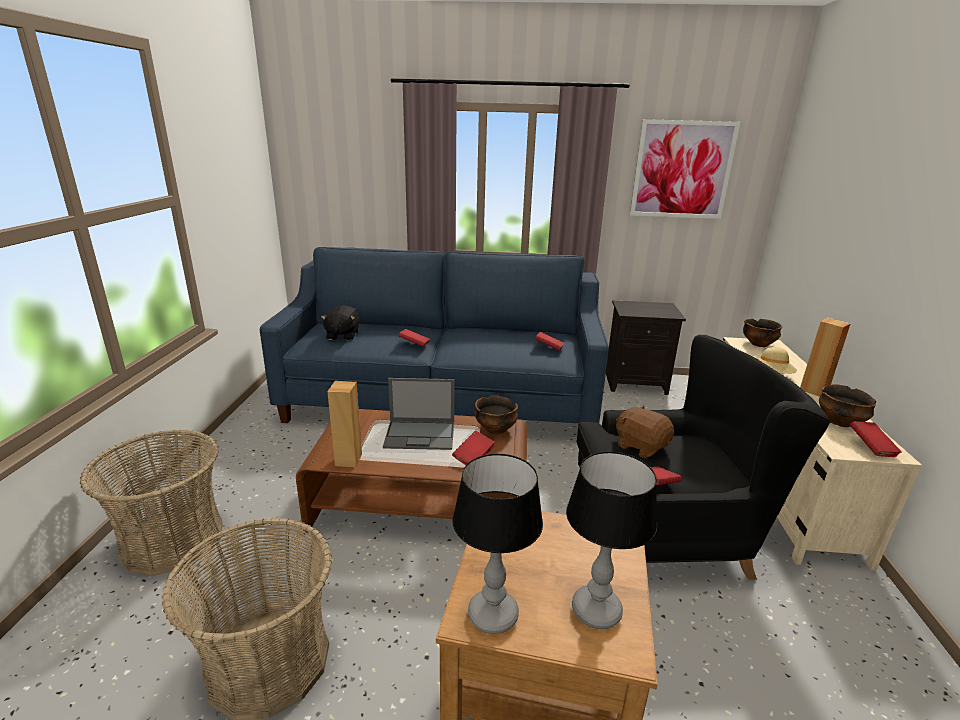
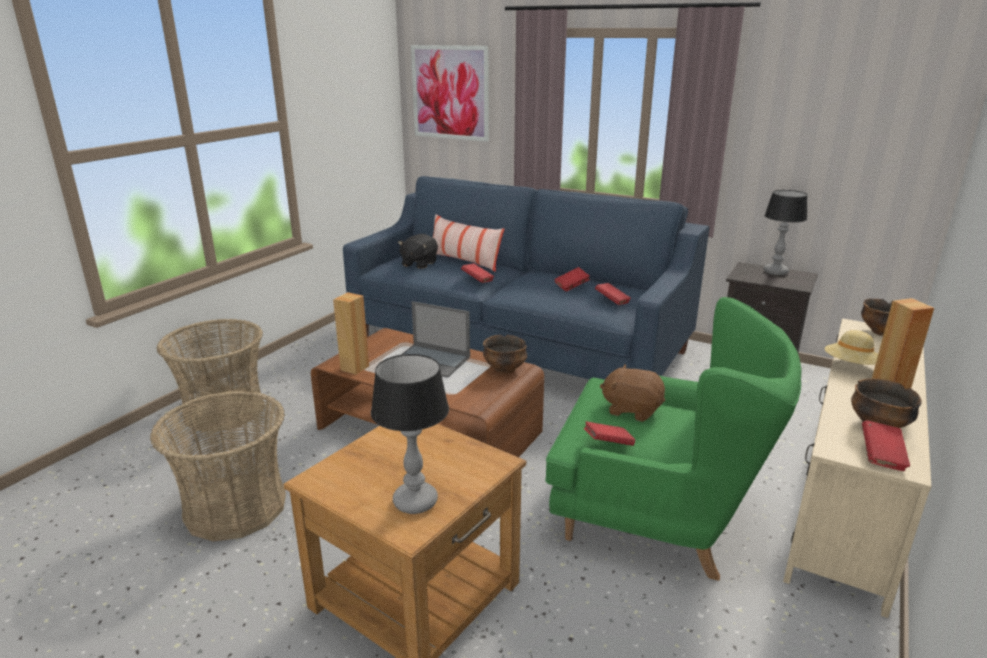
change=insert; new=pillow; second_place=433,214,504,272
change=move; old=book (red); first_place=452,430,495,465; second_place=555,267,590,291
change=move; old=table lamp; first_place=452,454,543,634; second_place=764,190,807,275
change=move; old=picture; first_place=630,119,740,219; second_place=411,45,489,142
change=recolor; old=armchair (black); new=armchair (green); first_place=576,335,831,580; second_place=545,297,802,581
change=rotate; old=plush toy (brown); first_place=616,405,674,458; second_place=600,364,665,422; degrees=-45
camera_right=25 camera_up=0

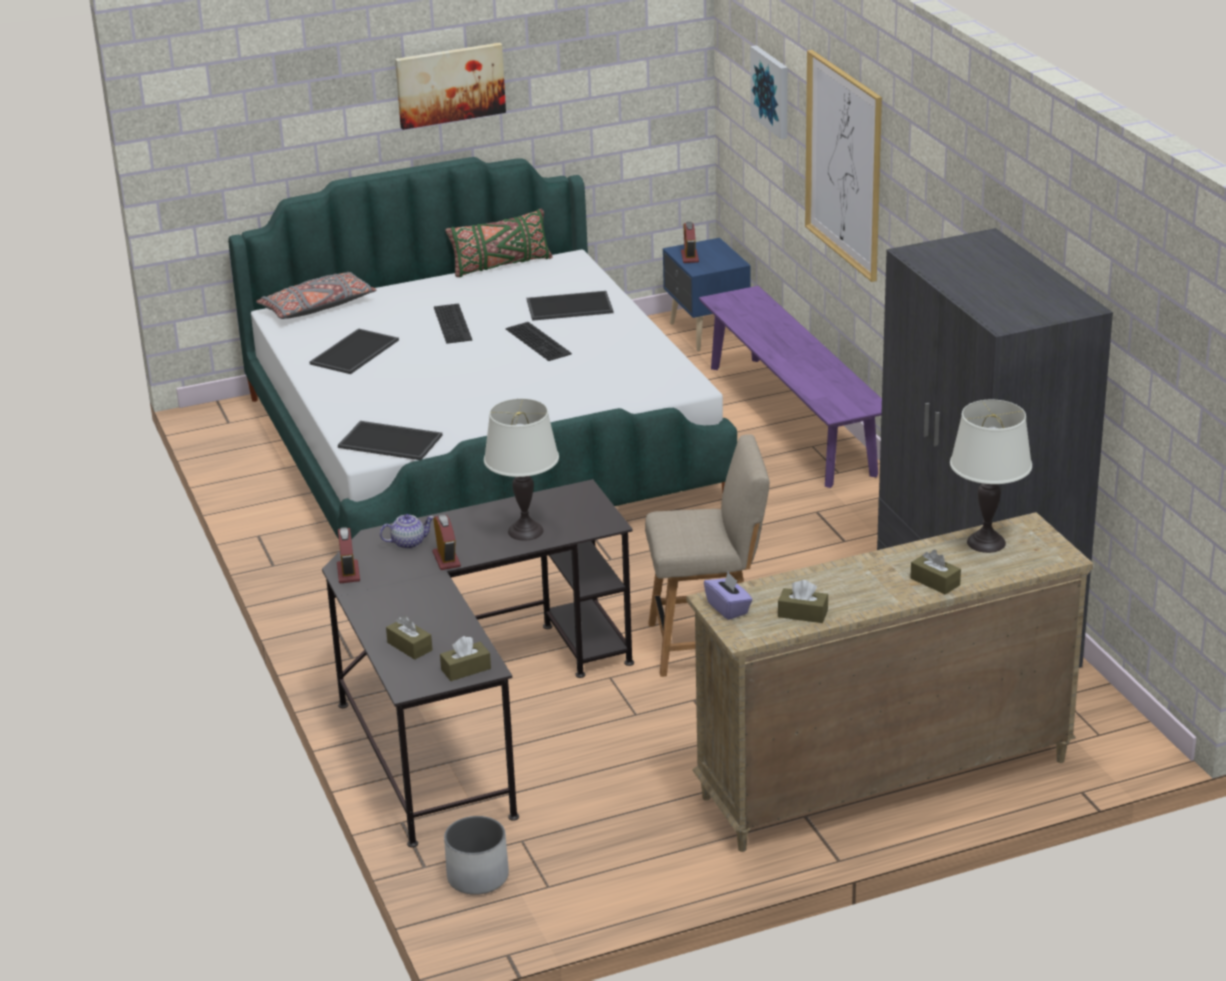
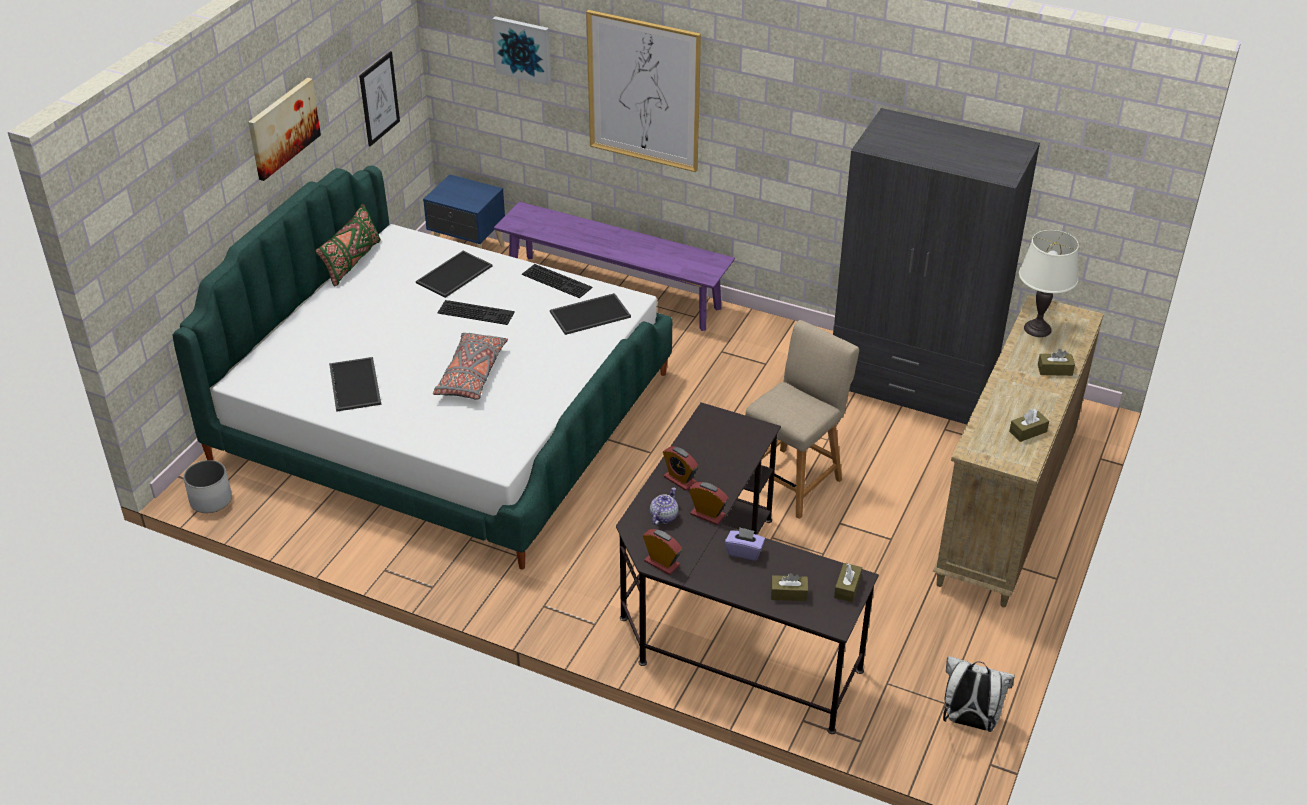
change=delete; old=table lamp (white); first_place=484,398,559,541
change=insert; new=picture; second_place=359,51,400,146
change=insert; new=backpack (white); second_place=943,656,1015,732
change=move; old=pillow (grey); first_place=256,272,376,319; second_place=433,333,508,400
change=move; old=tray; first_place=338,421,443,460; second_place=550,293,631,335
change=move; old=keyboard; first_place=434,304,472,344; second_place=522,264,592,298
change=move; old=planter (white); first_place=444,816,509,895; second_place=183,460,232,513
change=move; old=alarm clock; first_place=681,222,699,263; second_place=663,446,698,491
change=move; old=tissue box (purple); first_place=704,572,752,620; second_place=725,527,765,561
camera_right=-45 camera_up=10

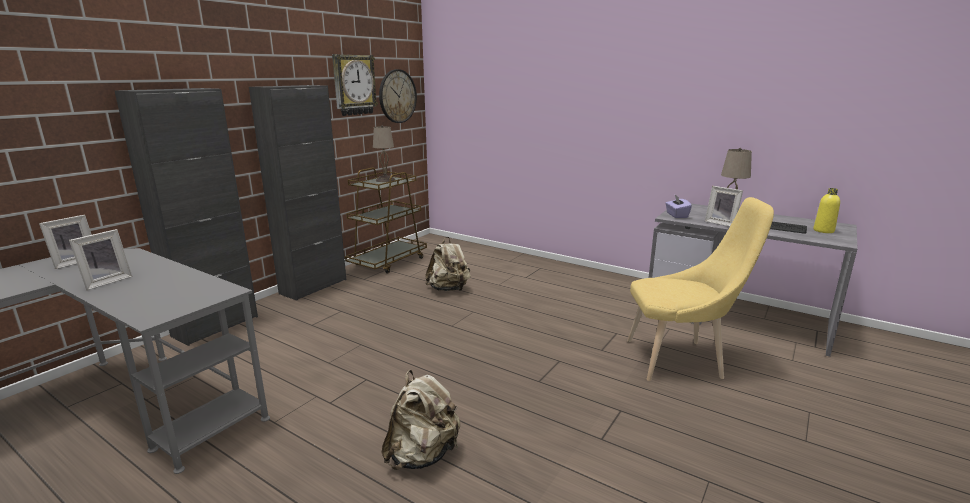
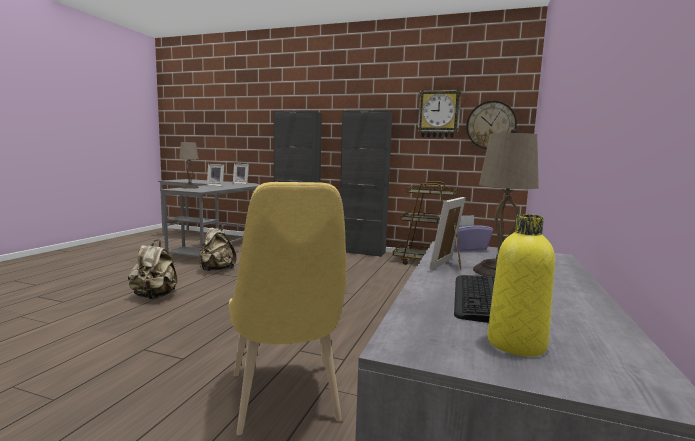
change=move; old=table lamp (beige); first_place=373,125,395,182; second_place=179,140,199,189
change=move; old=backpack (beige); first_place=425,237,471,291; second_place=199,225,236,271
camera_right=75 camera_up=-10

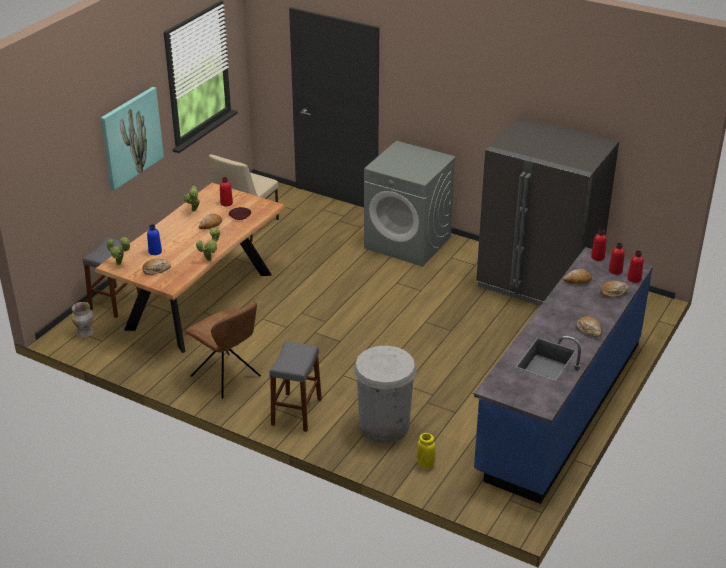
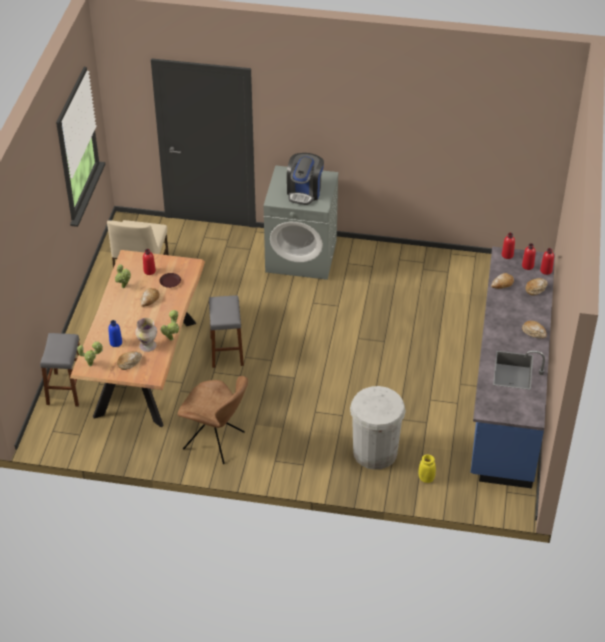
change=delete; old=picture; first_place=101,87,164,190
change=delete; old=fridge (grey); first_place=476,117,619,306
change=insert; new=coffee machine; second_place=287,153,324,205
change=move; old=vase; first_place=71,302,94,338; second_place=135,318,157,352
change=move; old=stool (grey); first_place=269,341,322,432; second_place=209,296,244,368
camera_right=-20 camera_up=10

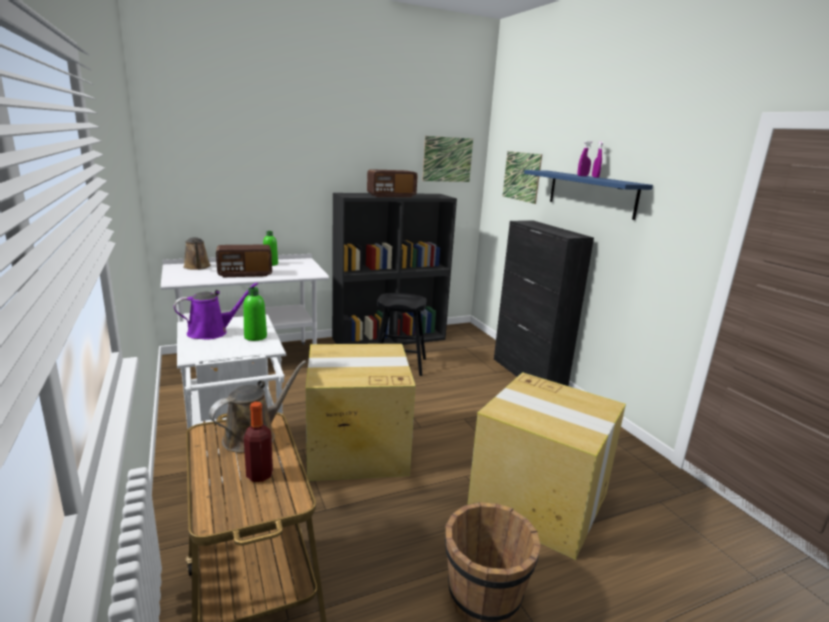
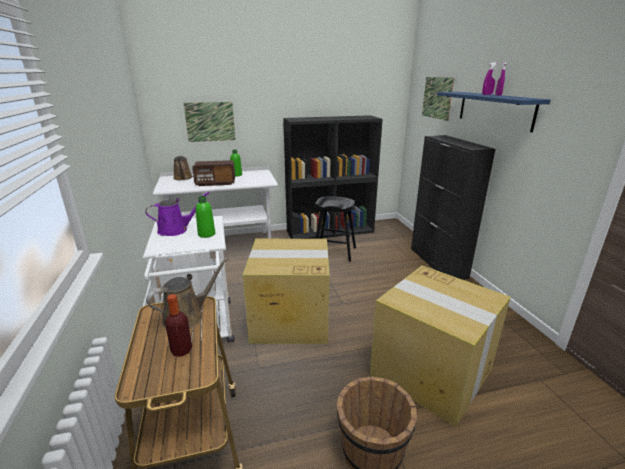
change=delete; old=radio; first_place=367,169,418,197
change=move; old=picture; first_place=422,136,473,182; second_place=183,102,236,142
camera_right=10 camera_up=5

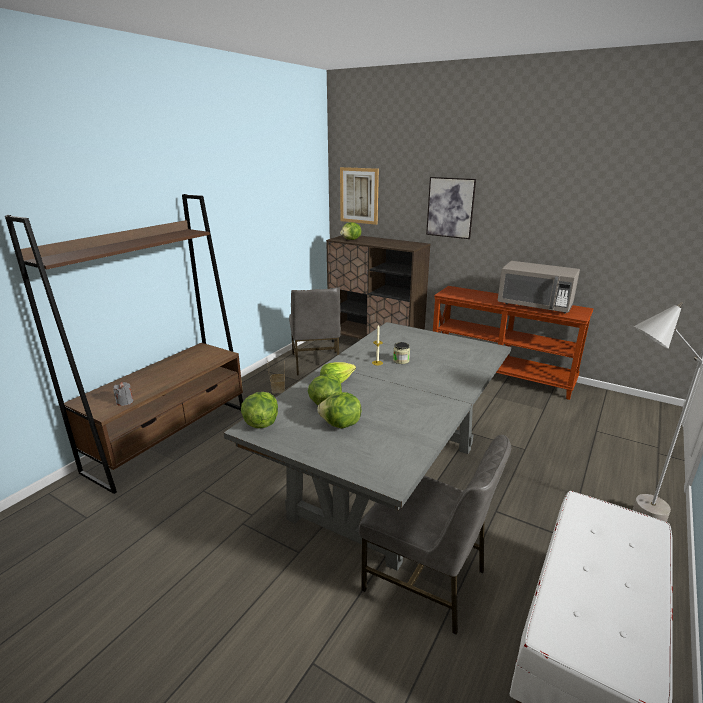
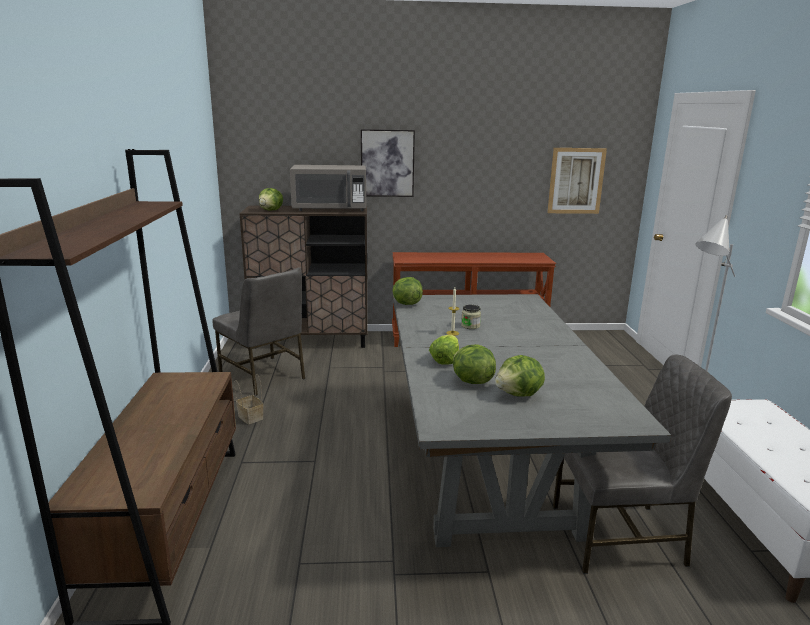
change=delete; old=candle (grey); first_place=113,382,133,406
change=move; old=lettuce; first_place=241,392,278,428; second_place=392,277,423,305
change=move; old=picture; first_place=340,167,379,225; second_place=547,148,607,214
change=move; old=microwave (grey); first_place=498,261,580,314; second_place=290,165,366,211
camera_right=-35 camera_up=-5

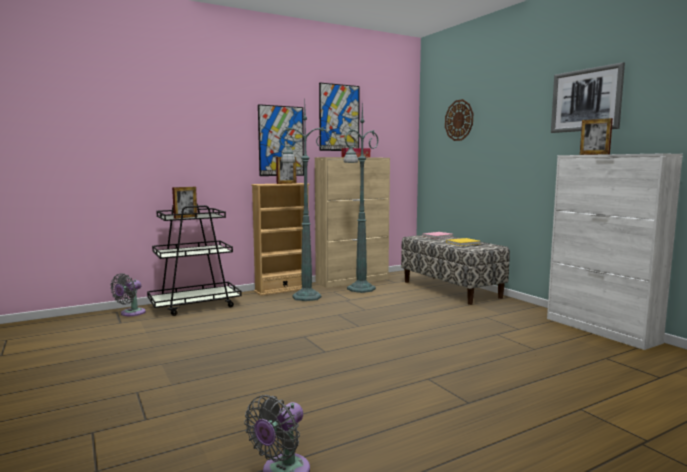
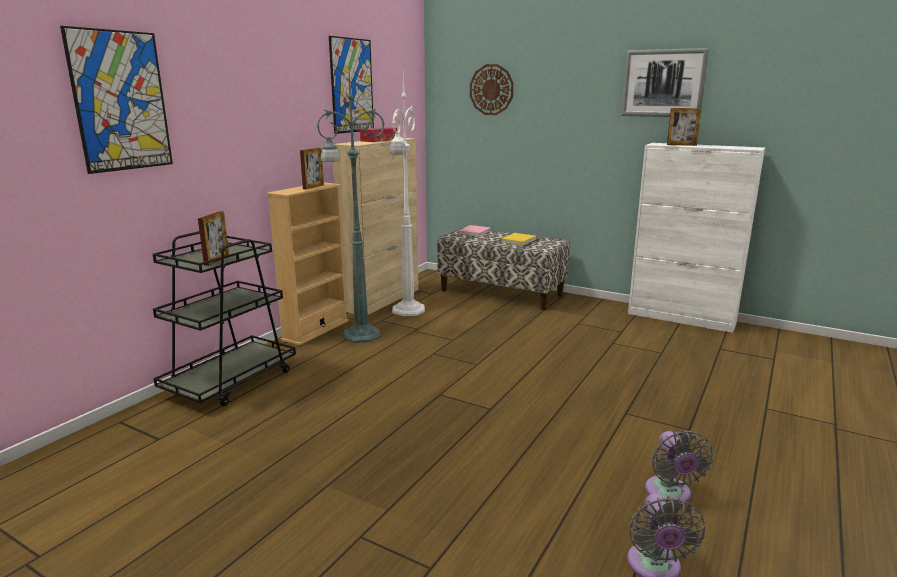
change=move; old=fan (grey); first_place=110,274,146,316; second_place=645,430,713,505
change=move; old=picture; first_place=258,104,304,176; second_place=60,26,173,174
change=recolor; old=floor lamp (green); new=floor lamp (white); first_place=344,101,379,293; second_place=389,73,425,316
camera_right=-30 camera_up=10

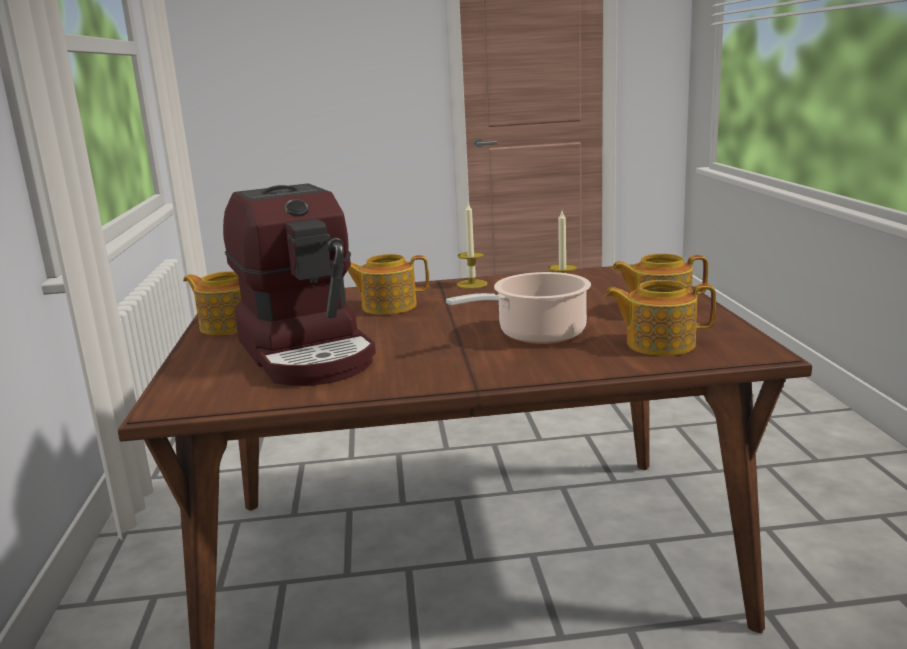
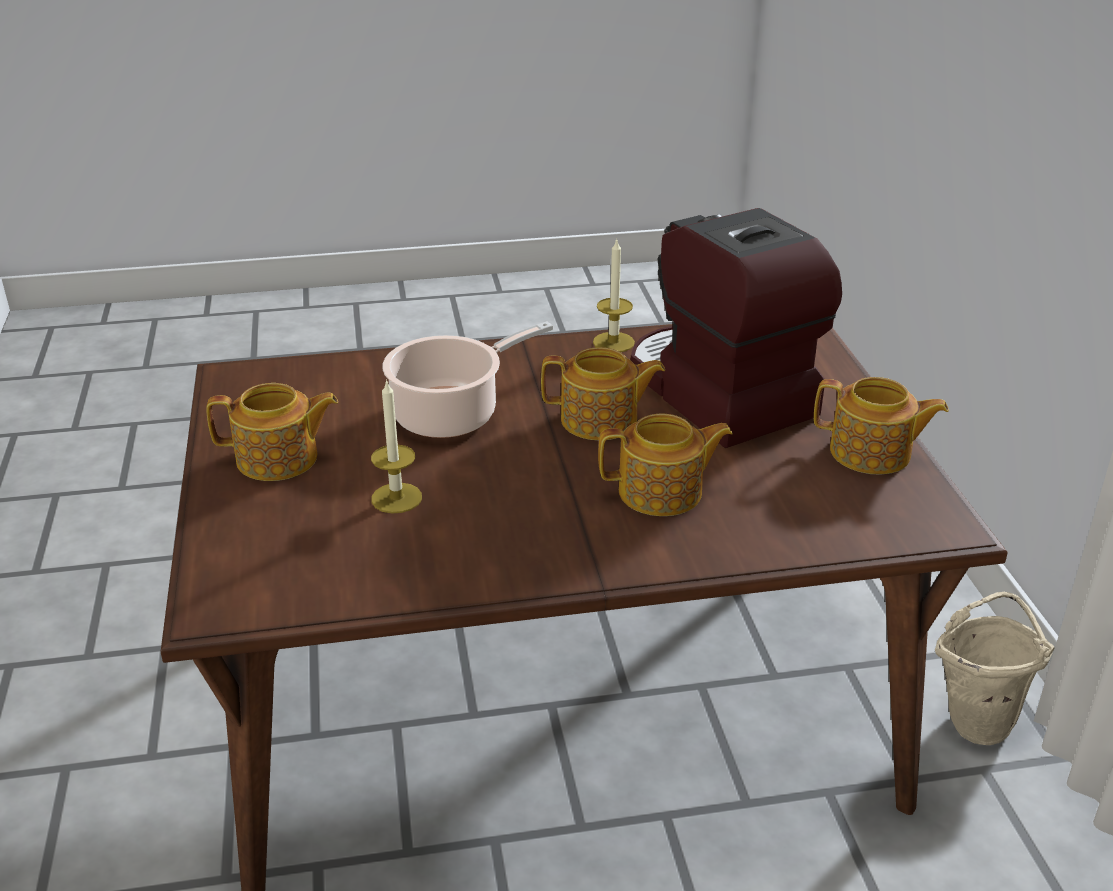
change=insert; new=bucket (beige); second_place=935,592,1055,745
change=move; old=candle; first_place=457,203,488,289; second_place=593,239,635,352
change=move; old=teapot; first_place=605,280,716,356; second_place=541,347,665,440
camera_right=175 camera_up=15

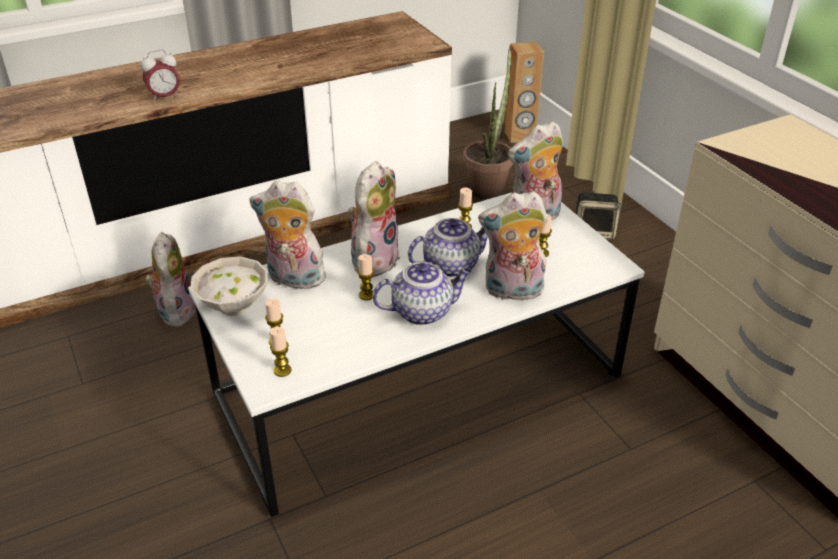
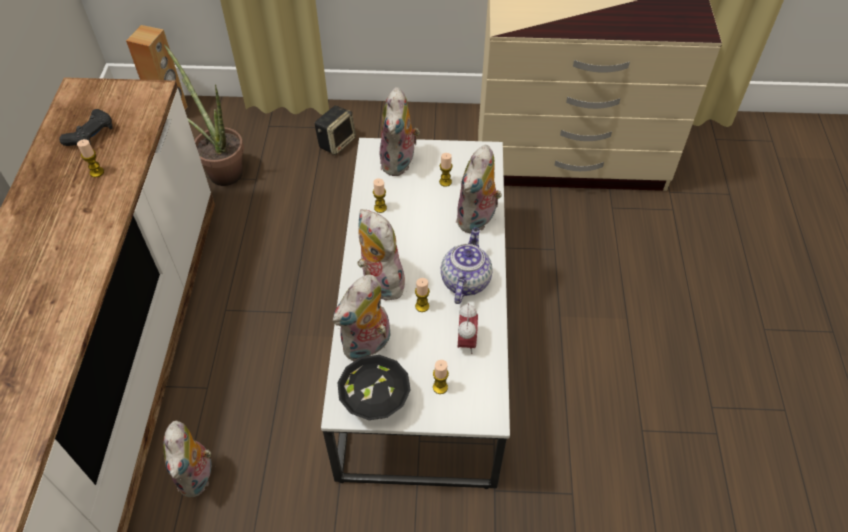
change=delete; old=teapot; first_place=408,218,488,277
change=insert; new=game controller (black); second_place=59,109,113,146
change=move; old=alarm clock; first_place=141,50,180,102; second_place=458,303,478,354
change=move; old=candle; first_place=270,327,292,377; second_place=77,139,104,177
change=recolor; old=bowl (white); new=bowl (black); first_place=190,256,268,316; second_place=338,355,411,420
change=rotate; old=plush toy; first_place=145,232,196,327; second_place=163,421,212,497; degrees=-120
camera_right=-60 camera_up=15

